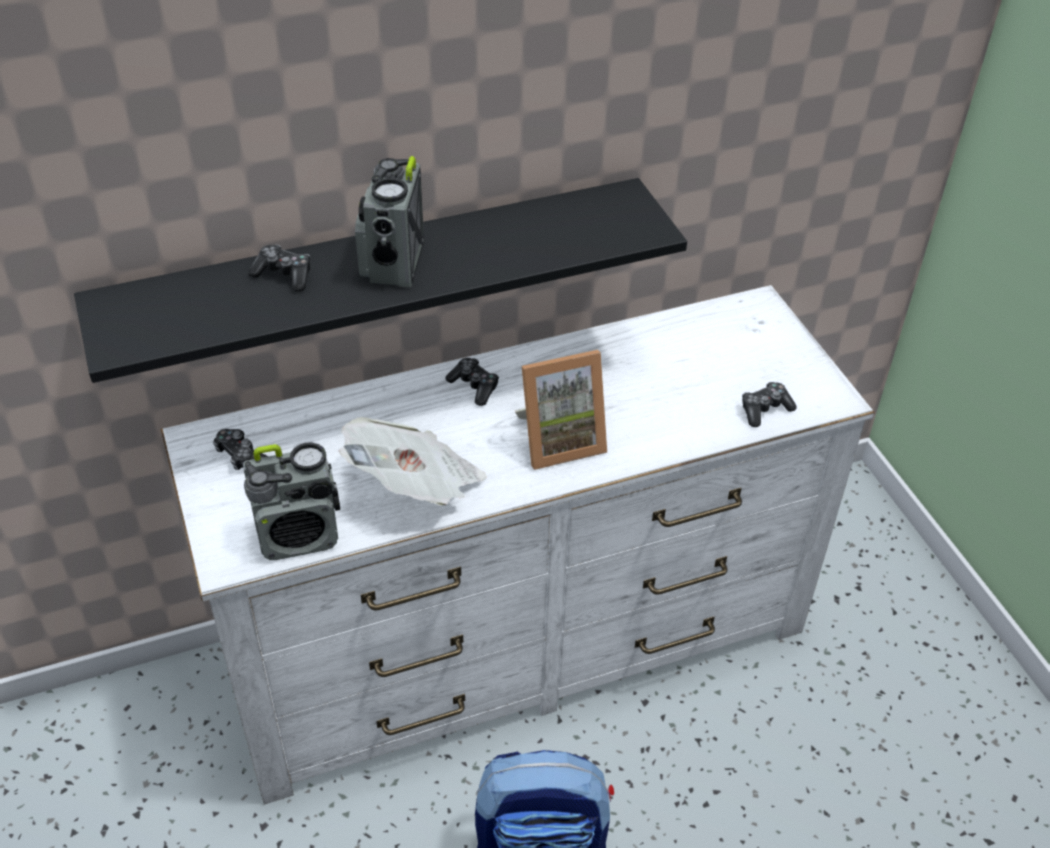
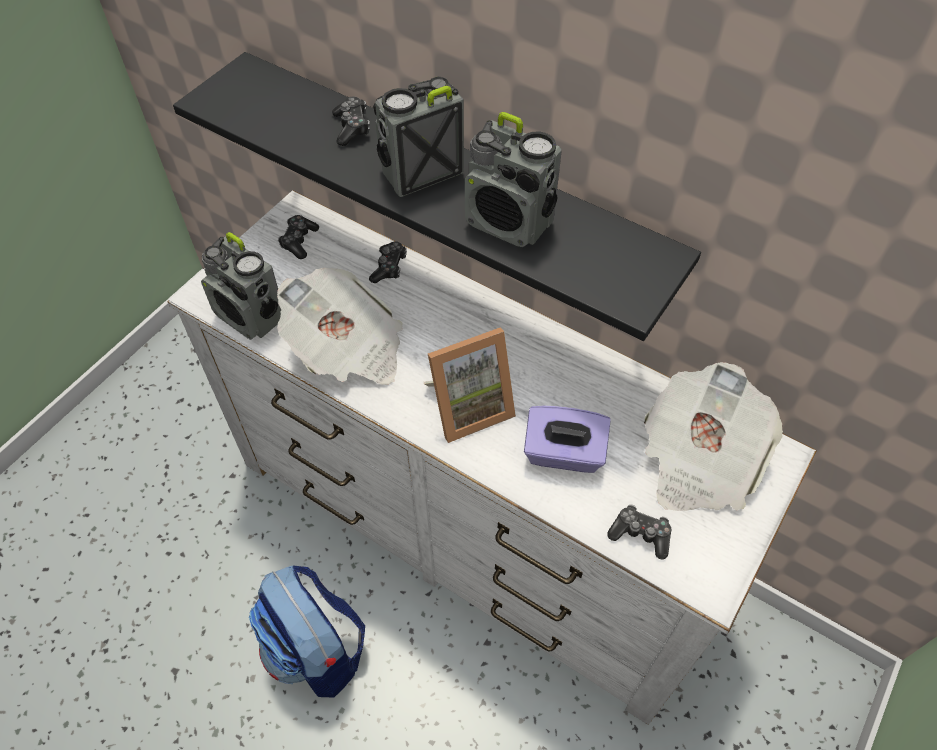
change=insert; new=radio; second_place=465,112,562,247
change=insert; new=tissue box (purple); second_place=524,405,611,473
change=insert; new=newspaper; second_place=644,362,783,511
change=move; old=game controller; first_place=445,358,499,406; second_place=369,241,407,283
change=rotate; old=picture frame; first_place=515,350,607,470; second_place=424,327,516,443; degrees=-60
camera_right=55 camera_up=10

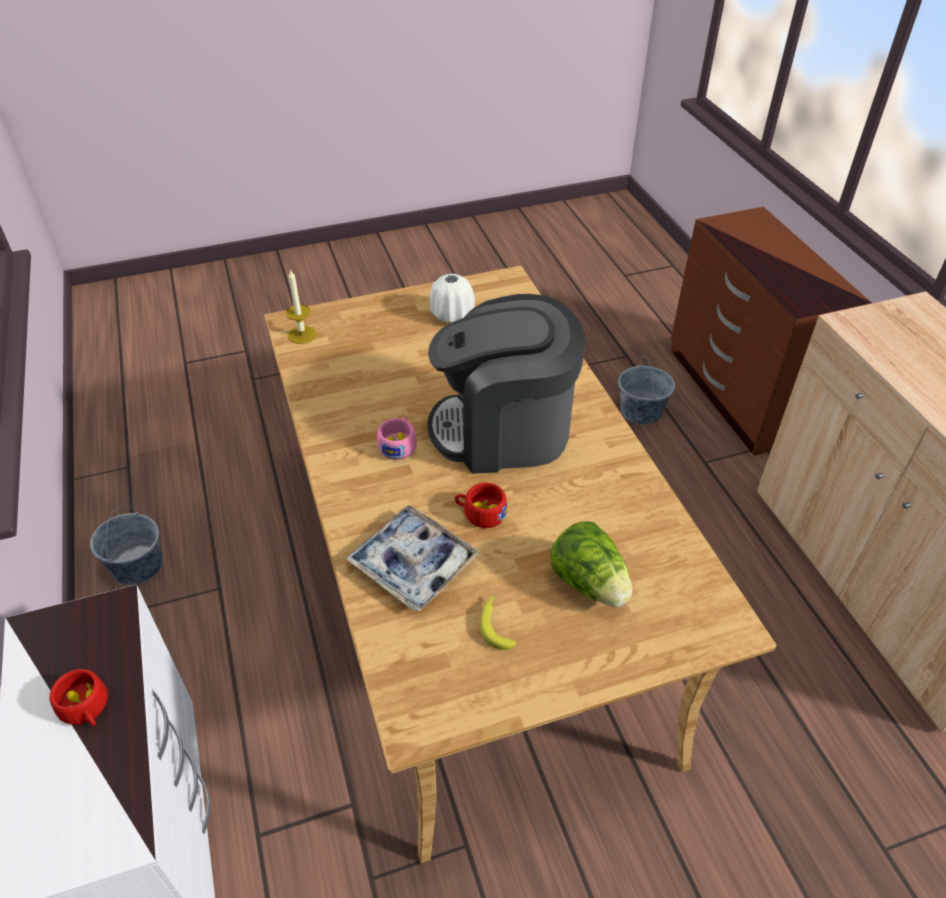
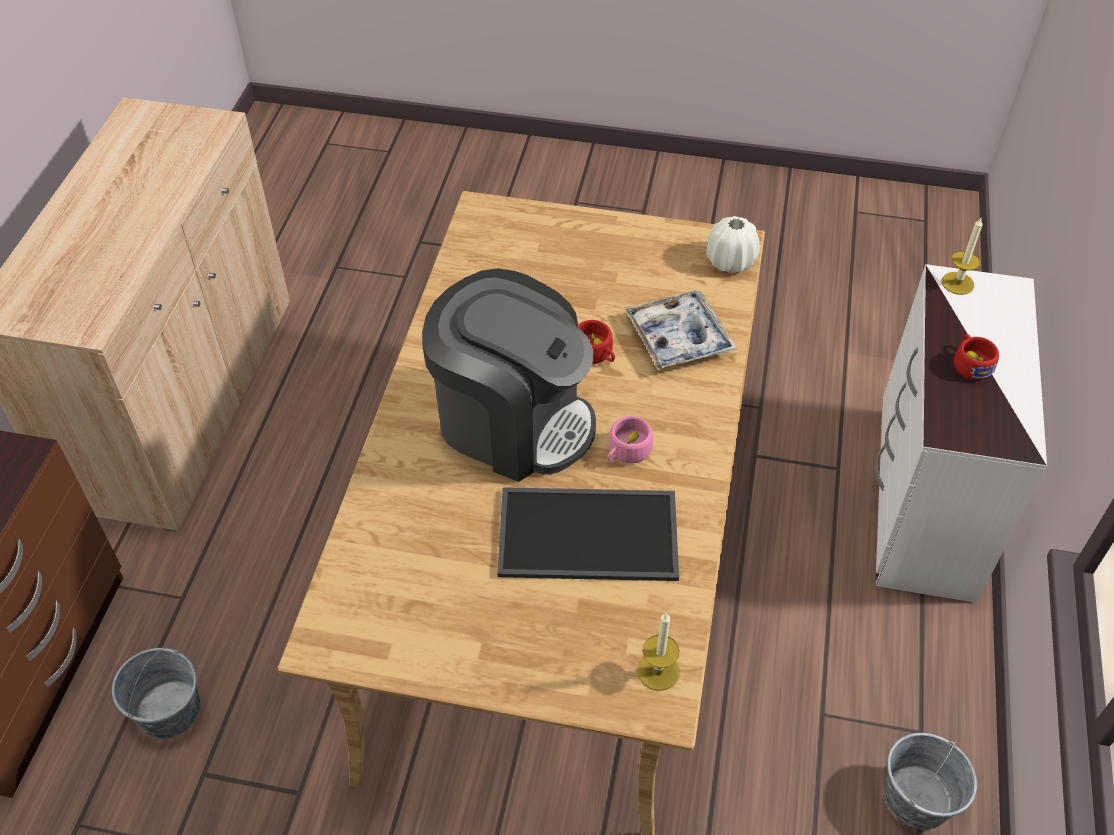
change=delete; old=banana; first_place=480,593,516,650
change=delete; old=lettuce; first_place=551,521,632,607
change=insert; new=tray; second_place=497,487,679,581
change=insert; new=candle; second_place=942,218,983,295
change=move; old=vase (white); first_place=430,274,475,323; second_place=706,216,760,273
camera_right=-150 camera_up=5

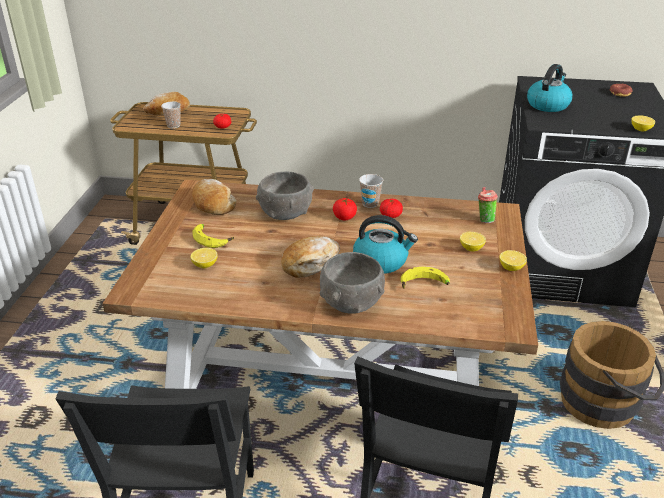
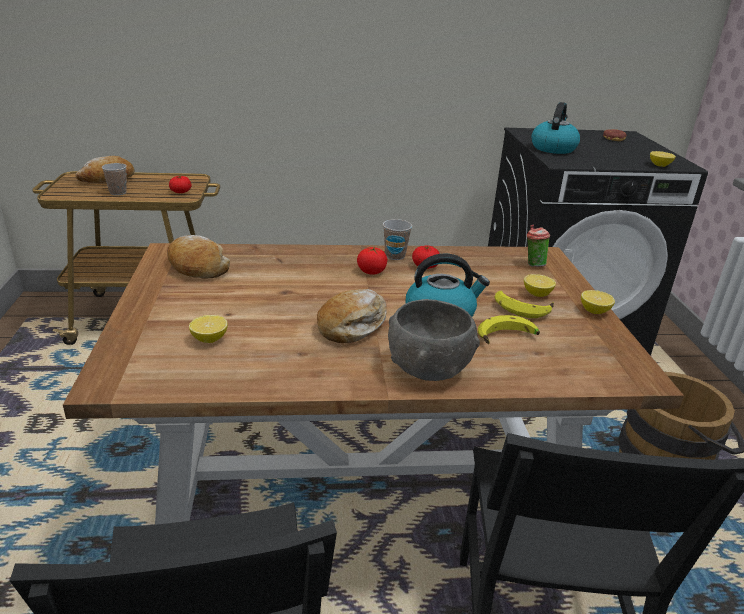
change=delete; old=bowl (grey); first_place=256,172,314,220
change=move; old=banana; first_place=192,224,234,248; second_place=495,290,554,318
camera_right=-15 camera_up=-5

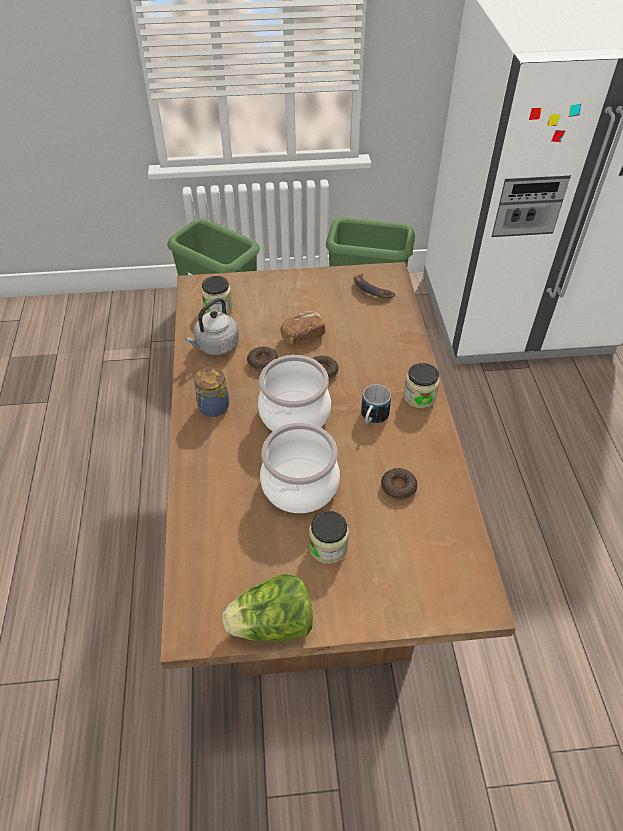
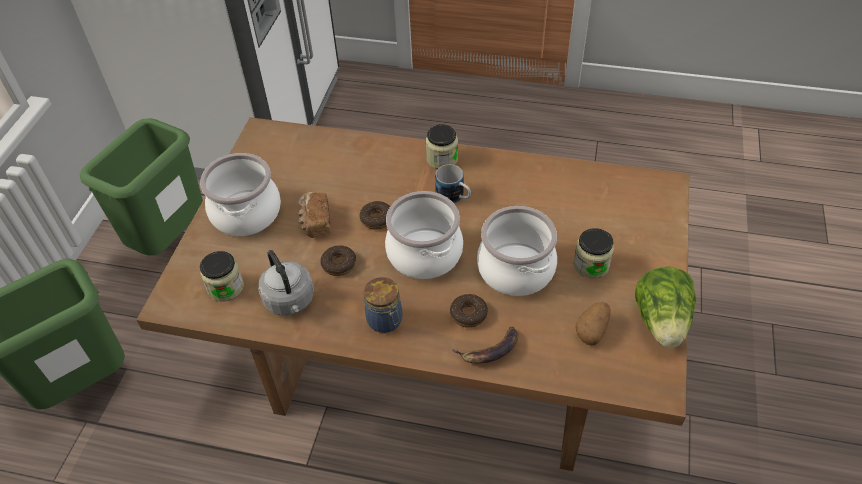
change=insert; new=cooking pot; second_place=200,153,281,236
change=insert; new=potato; second_place=576,302,611,346
change=move; old=banana; first_place=354,273,395,298; second_place=452,326,519,364
change=move; old=donut; first_place=381,468,417,500; second_place=450,294,488,328
camera_right=-70 camera_up=0

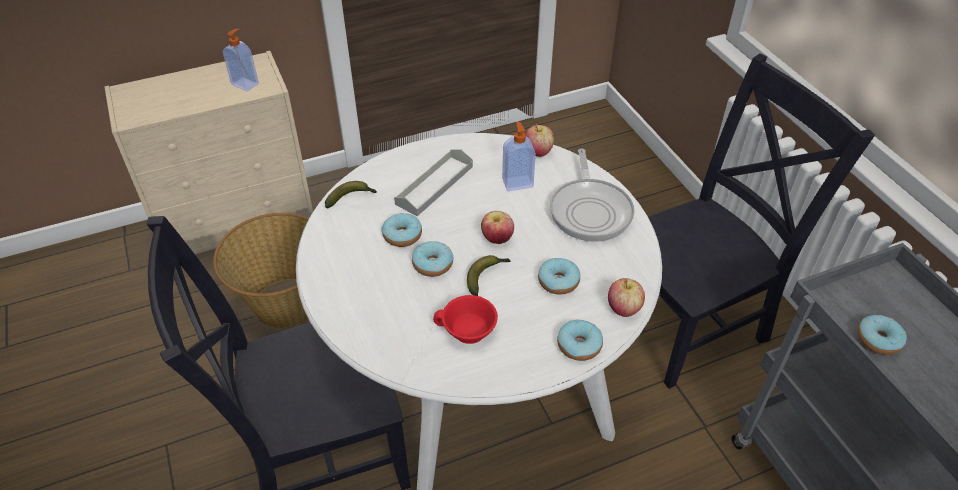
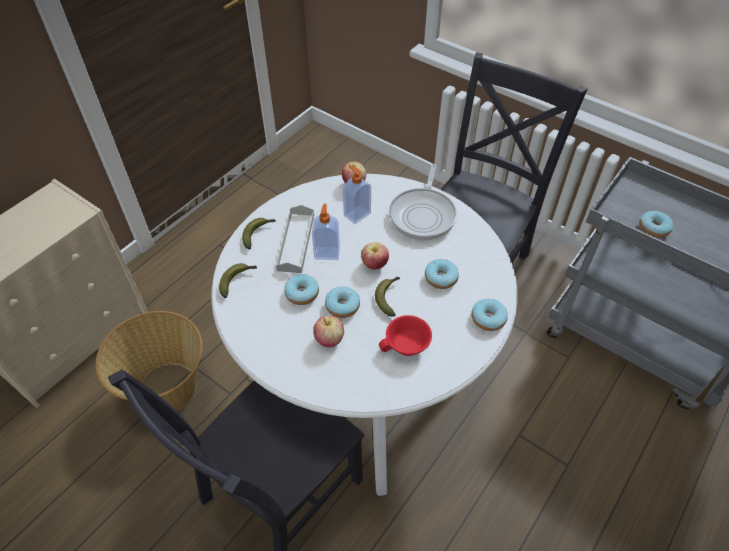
change=insert; new=banana; second_place=242,218,276,249
change=move; old=soap dispenser; first_place=223,29,259,91; second_place=312,203,340,260
change=move; old=apple; first_place=608,278,645,317; second_place=313,315,344,347
change=rotate; old=frying pan; first_place=550,149,635,242; second_place=389,164,457,240; degrees=45
camera_right=-30 camera_up=5

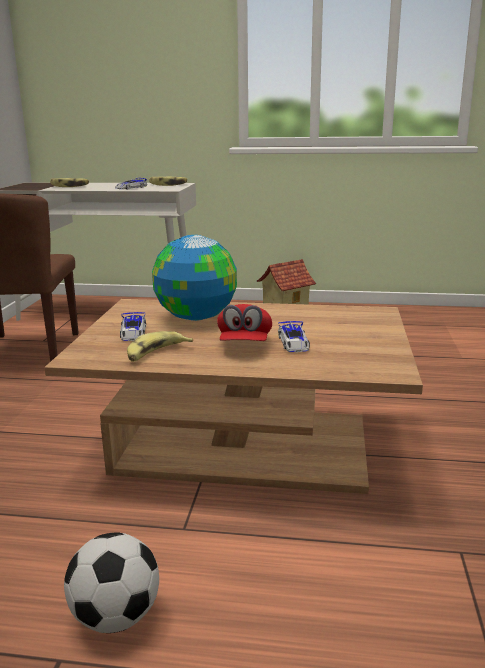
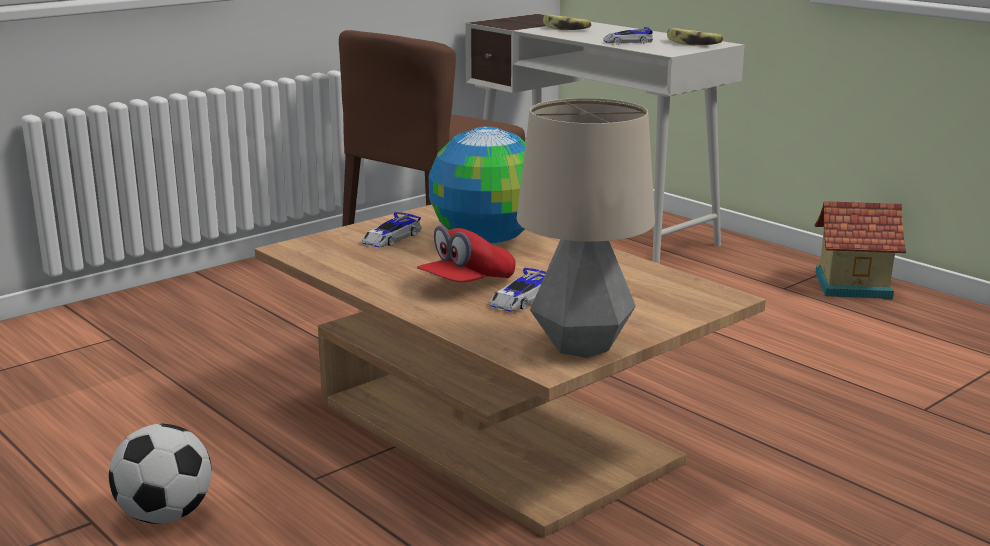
change=delete; old=banana; first_place=127,331,193,362
change=insert; new=table lamp; second_place=517,98,655,358
camera_right=40 camera_up=0

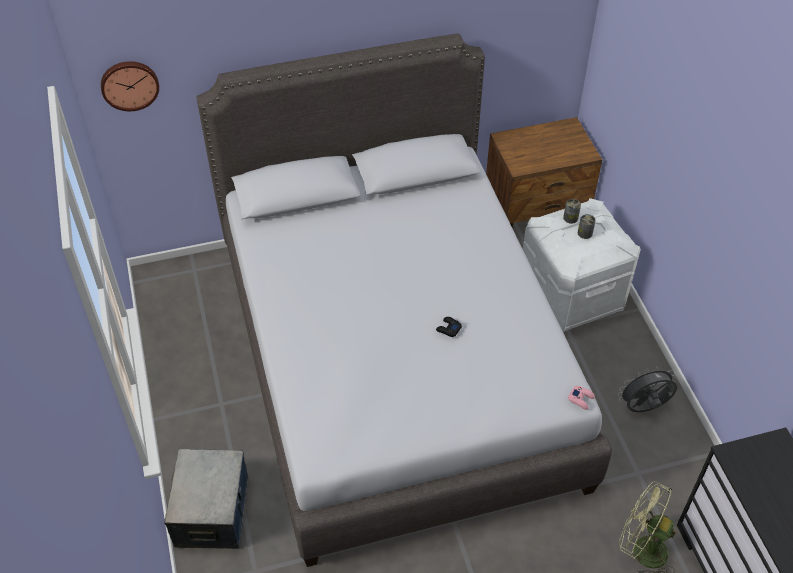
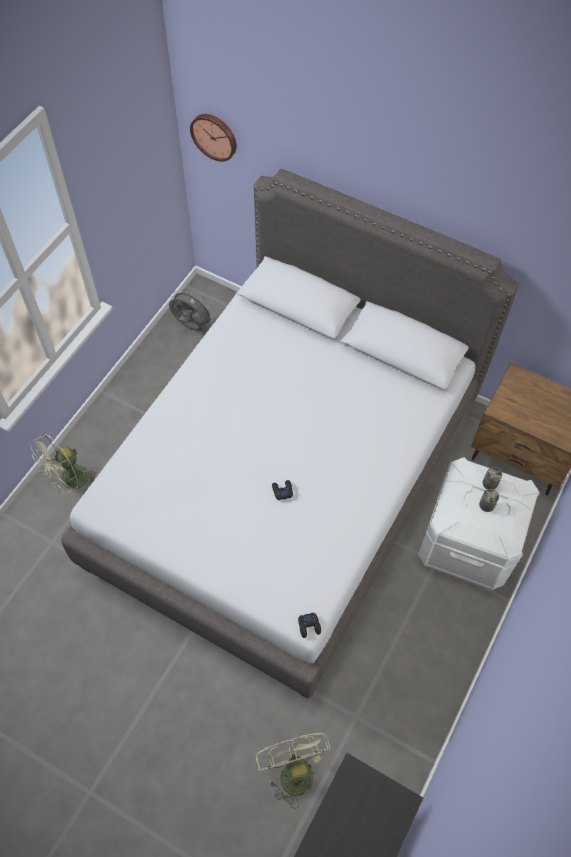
change=move; old=fan (grey); first_place=618,366,677,412; second_place=169,289,214,331
change=replace; old=storage box; new=fan (green); first_place=164,449,248,549; second_place=30,433,98,494
change=recolor; old=game controller (pink); new=game controller (black); first_place=568,386,595,410; second_place=298,612,321,638
camera_right=45 camera_up=10

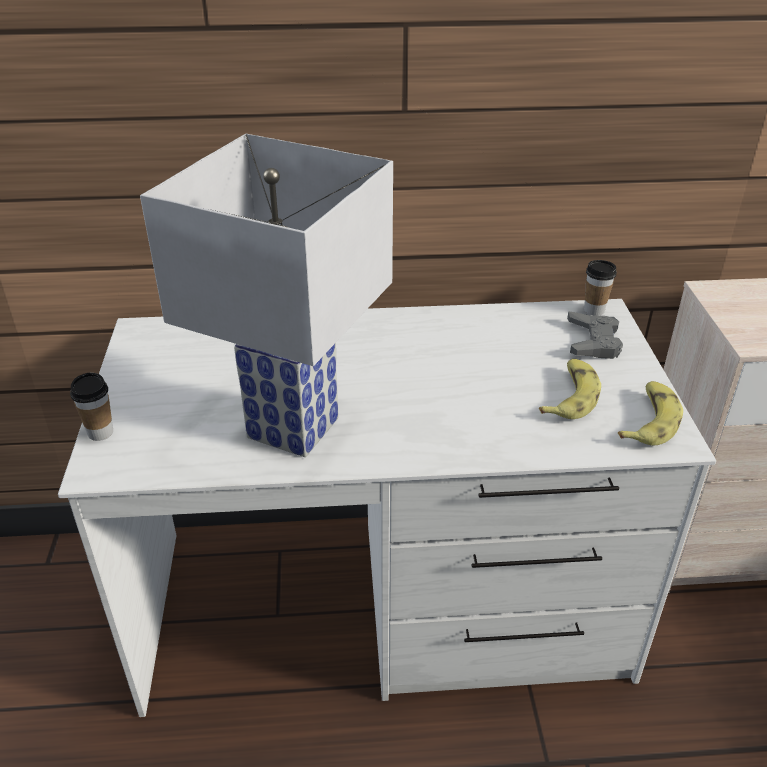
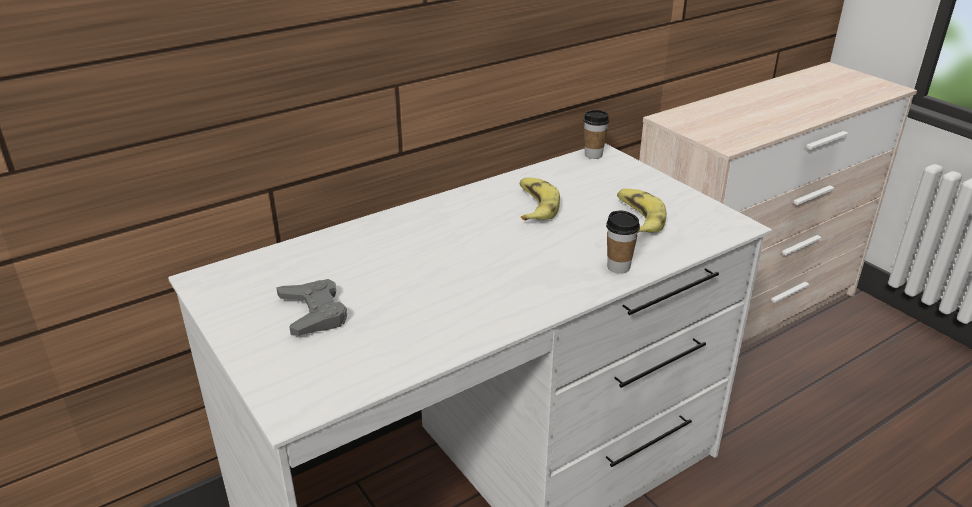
change=delete; old=table lamp (white); first_place=140,134,393,457
change=move; old=cup; first_place=70,373,113,441; second_place=606,210,640,274
change=move; old=game controller (grey); first_place=567,312,623,359; second_place=276,279,347,336
change=move; old=banana; first_place=618,381,683,445; second_place=519,178,560,221
camera_right=-30 camera_up=-5

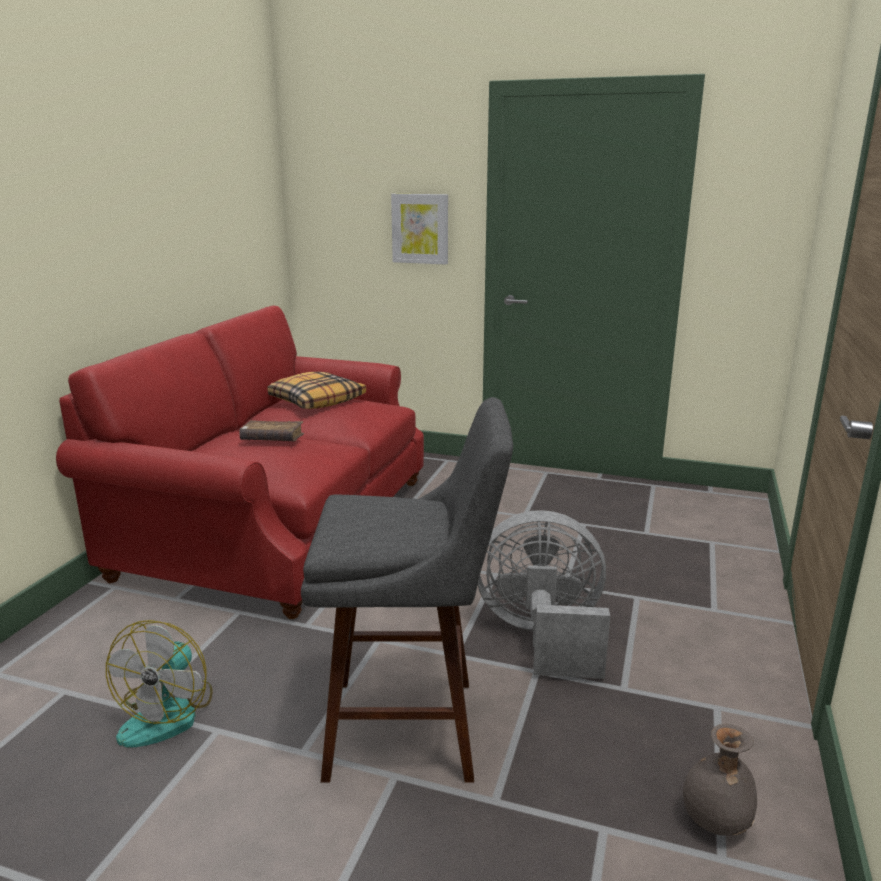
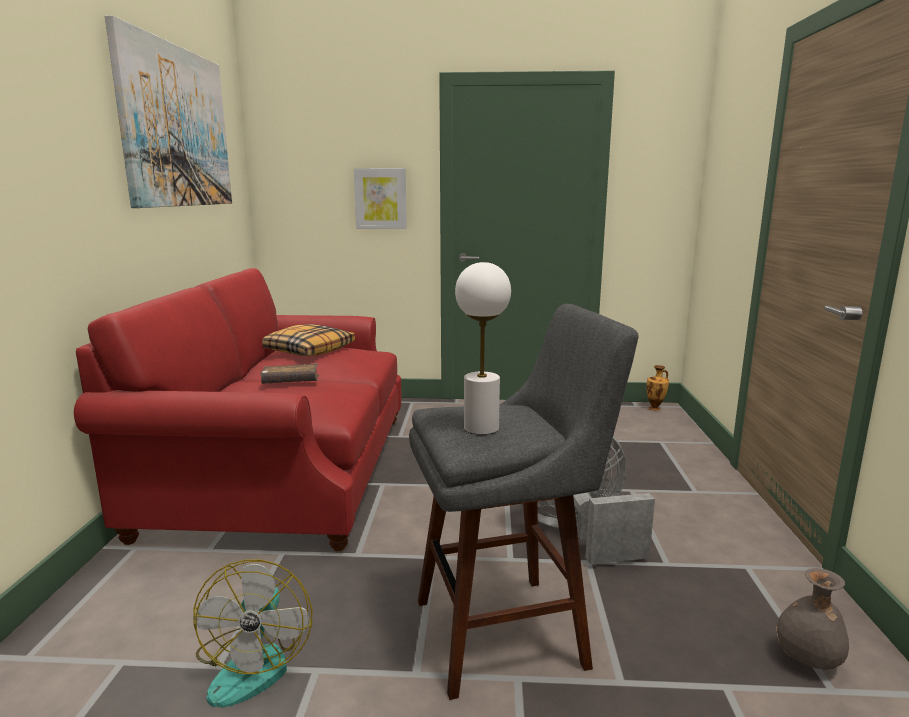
change=insert; new=picture; second_place=105,15,232,208
change=insert; new=table lamp (white); second_place=455,262,511,435
change=insert; new=vase; second_place=647,365,669,411
camera_right=-15 camera_up=-5

